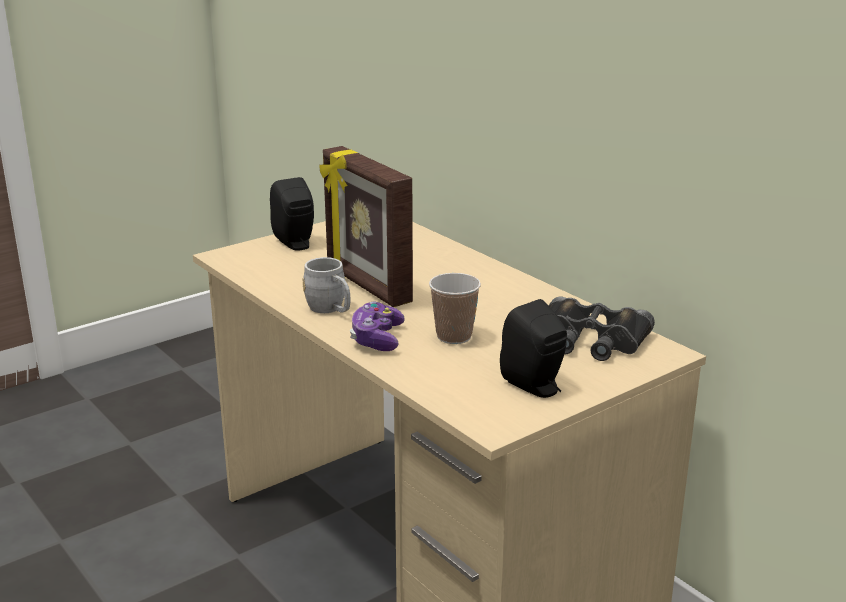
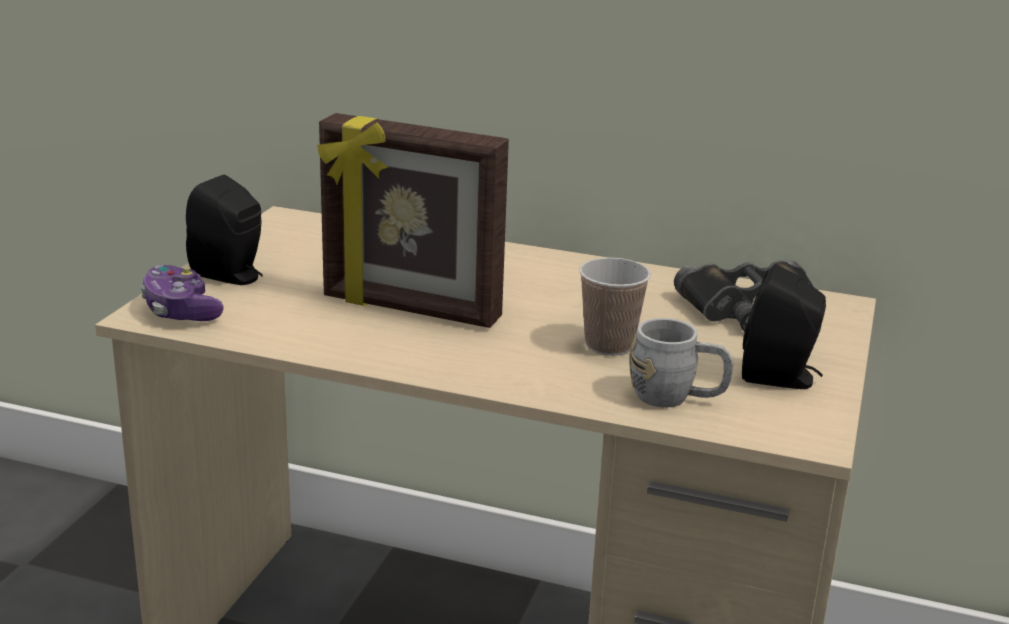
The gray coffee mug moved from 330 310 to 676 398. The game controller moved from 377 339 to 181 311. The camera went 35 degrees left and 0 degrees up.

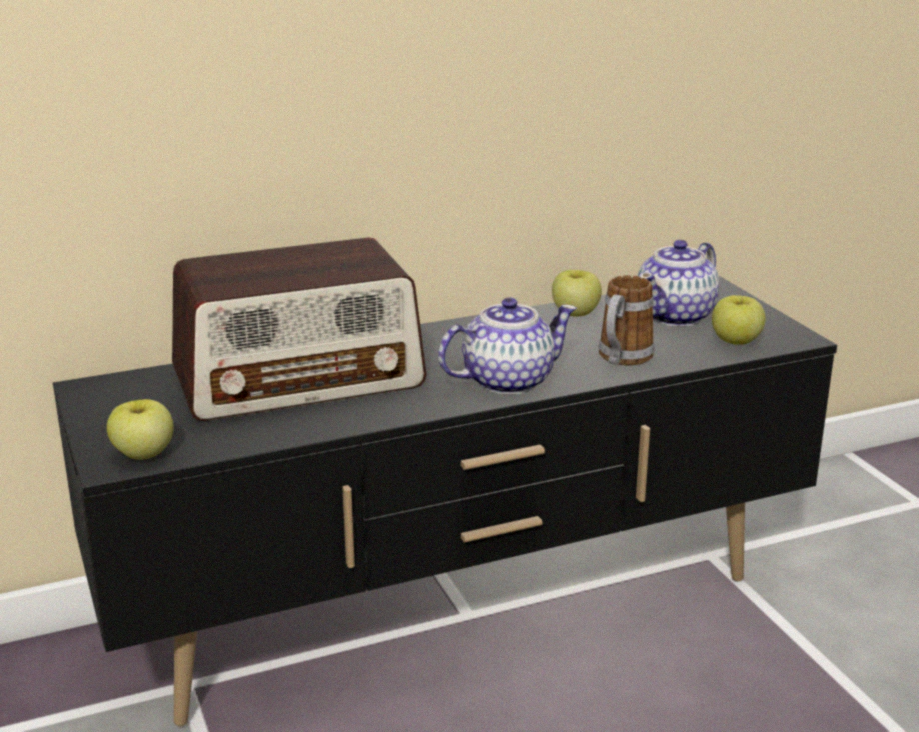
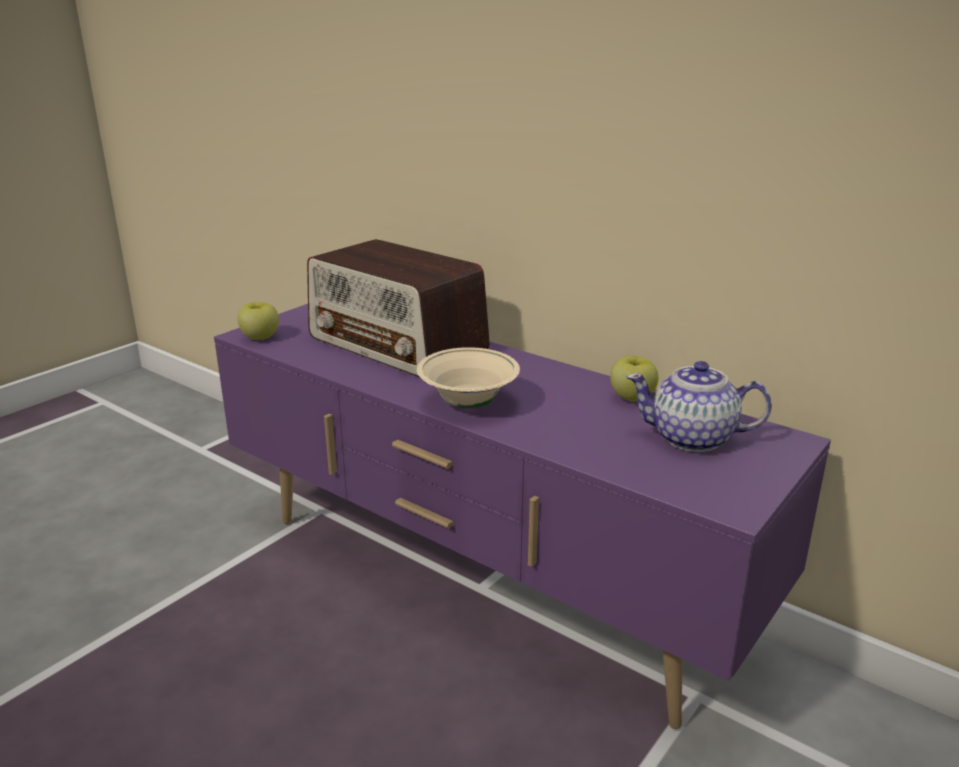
The blackish tv stand at 460 610 became the purplish tv stand at 482 583. The teapot at 506 381 was replaced by the sand-coloured deep dish at 468 403. The coffee mug at 621 359 disappeared. The apple at 736 341 disappeared. The camera went 60 degrees right and 0 degrees up.

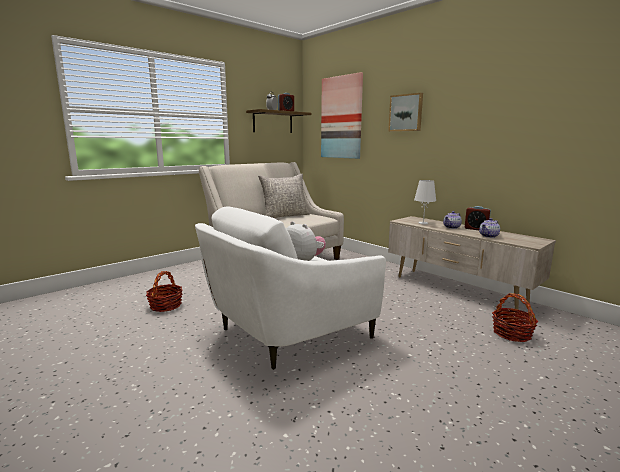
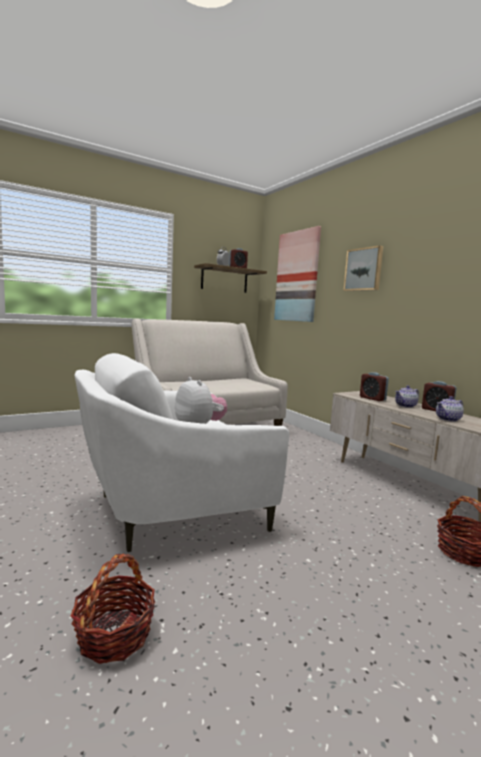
The basket moved from 165 305 to 114 634. The gray throw pillow at 285 216 disappeared. The whitish table lamp at 423 223 was replaced by the table clock at 372 398. The camera went 10 degrees right and 5 degrees down.

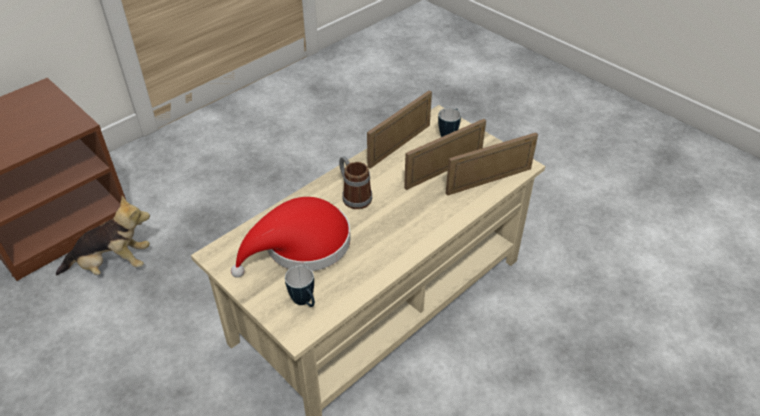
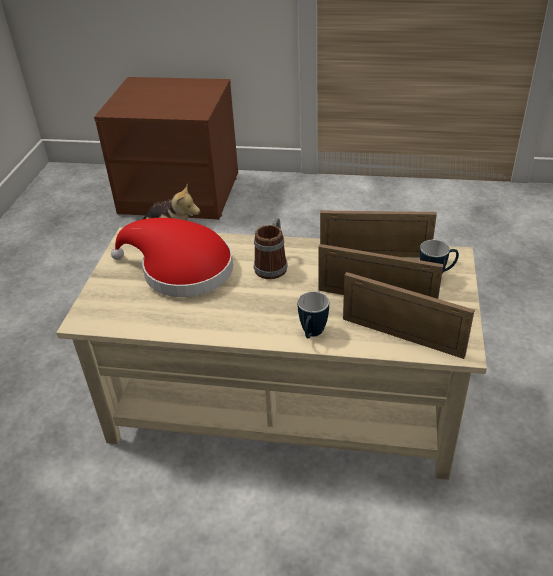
The coffee mug moved from 305 302 to 312 335. The camera went 55 degrees right and 5 degrees down.

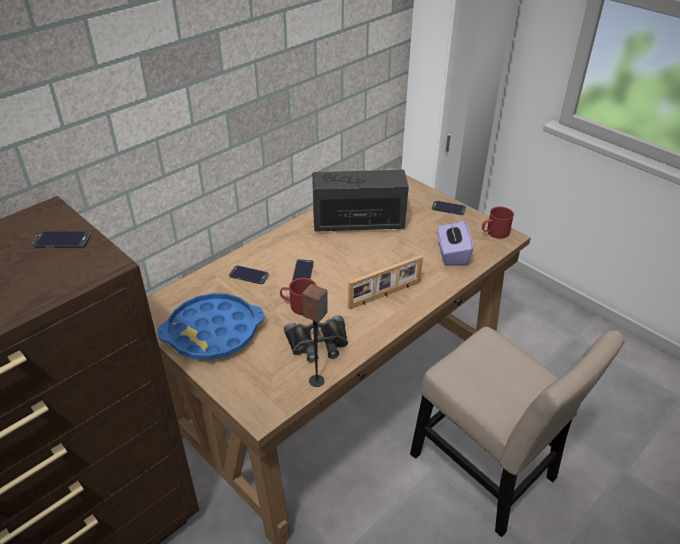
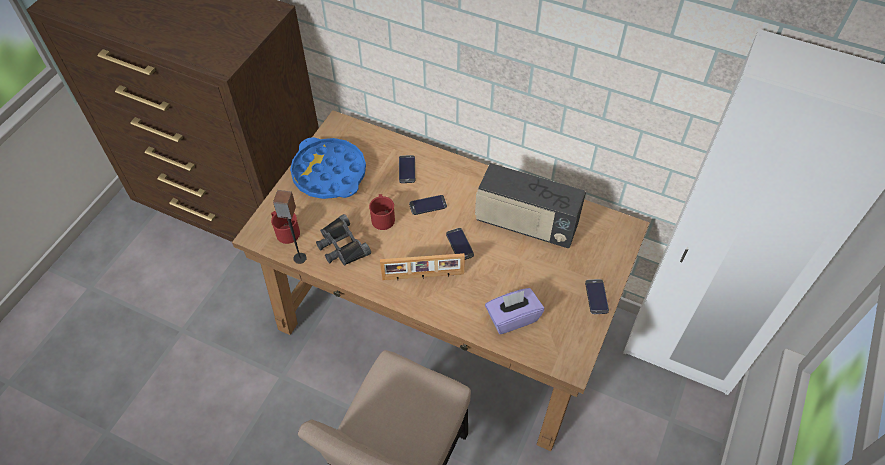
The handset moved from 62 240 to 459 244. The radio set at 359 222 turned 135 degrees clockwise. The picture frame at 385 295 turned 45 degrees counterclockwise. The red coffee mug moved from 494 233 to 285 231. The camera went 70 degrees right and 15 degrees up.

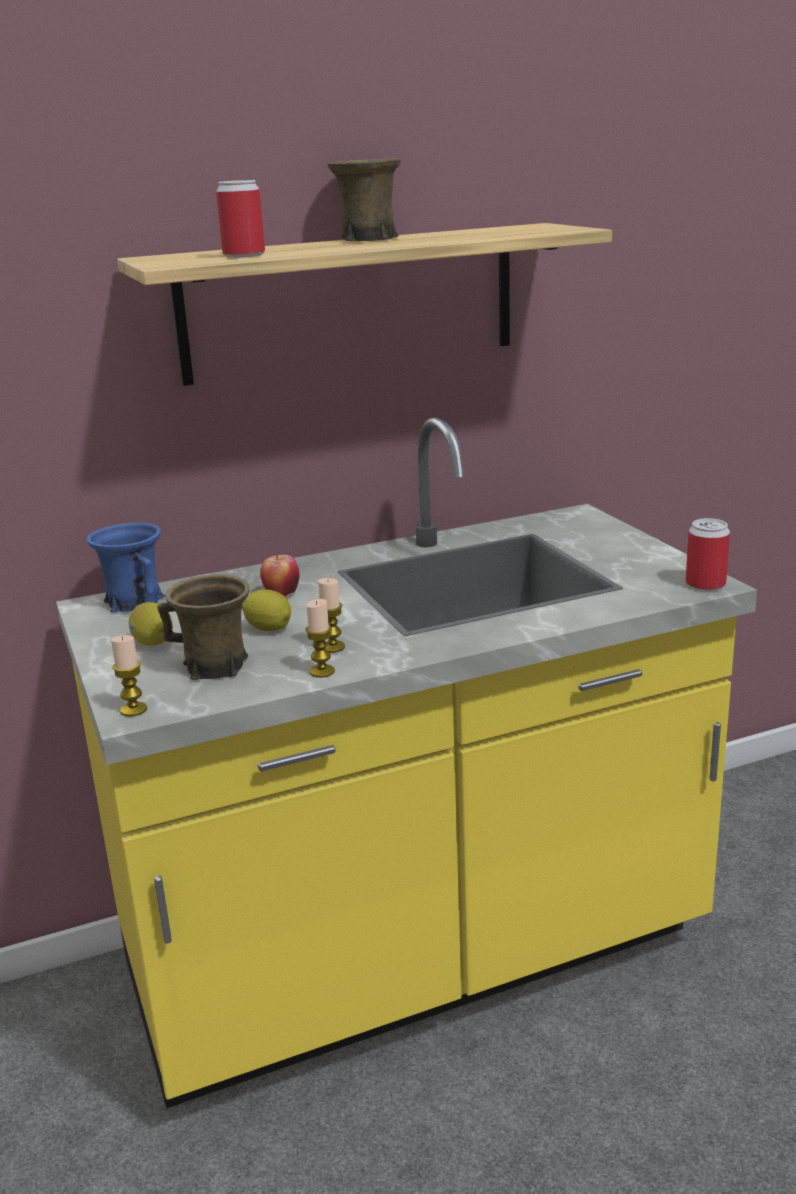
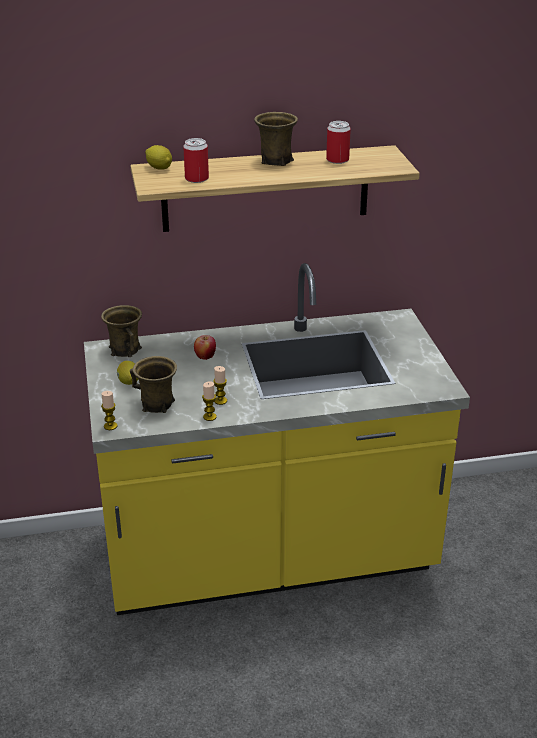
The blue-coloured coffee mug at 135 602 became the brown coffee mug at 125 349. The whole lemon moved from 268 629 to 159 168. The can moved from 705 584 to 337 160. The camera went 10 degrees right and 10 degrees up.

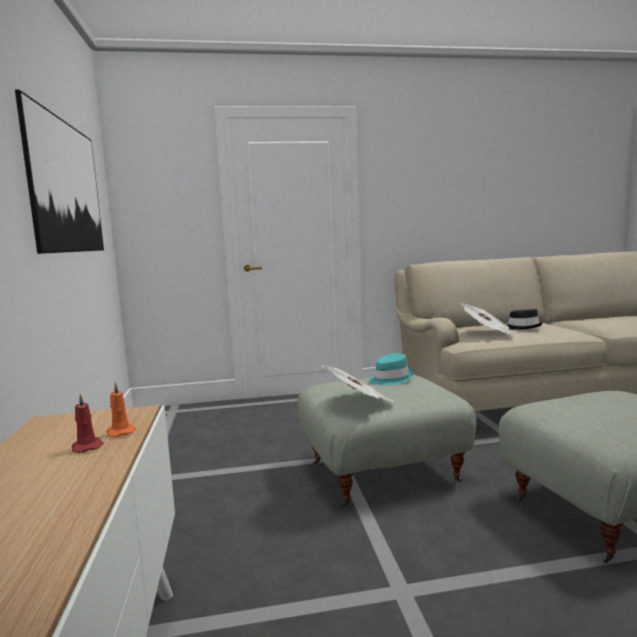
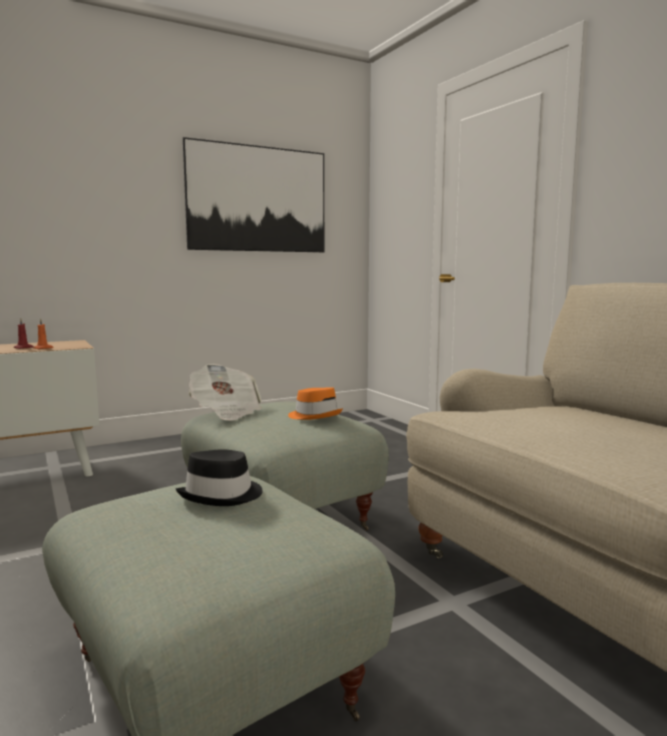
The blue-green clothing hat at 390 379 became the orange clothing hat at 315 416. The daily paper at 487 333 disappeared. The blackish clothing hat moved from 522 327 to 222 495. The camera went 70 degrees right and 0 degrees up.

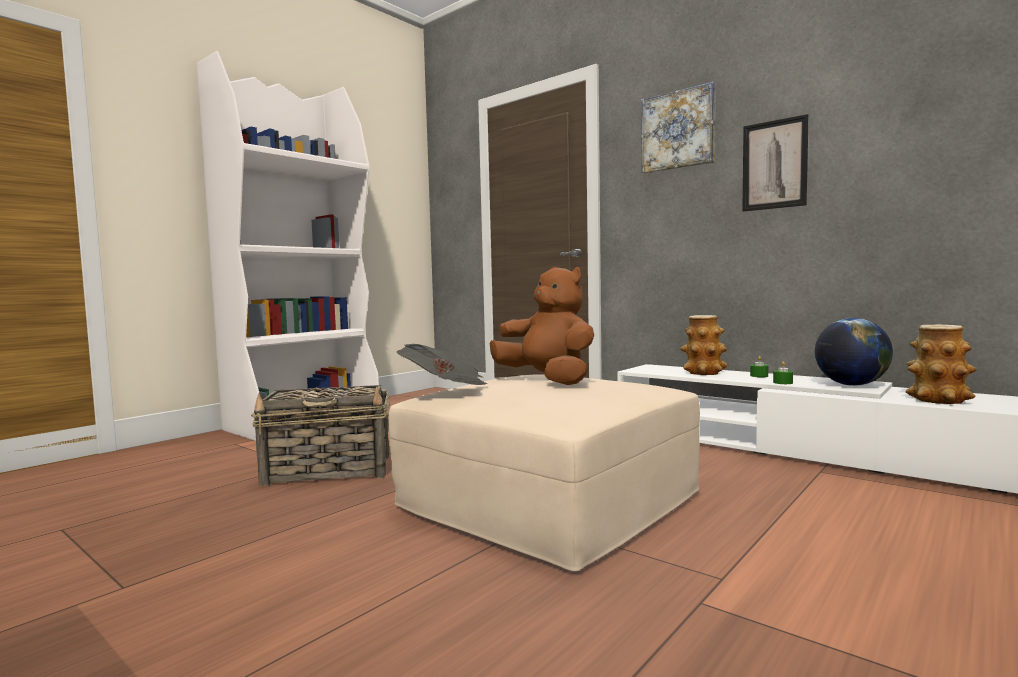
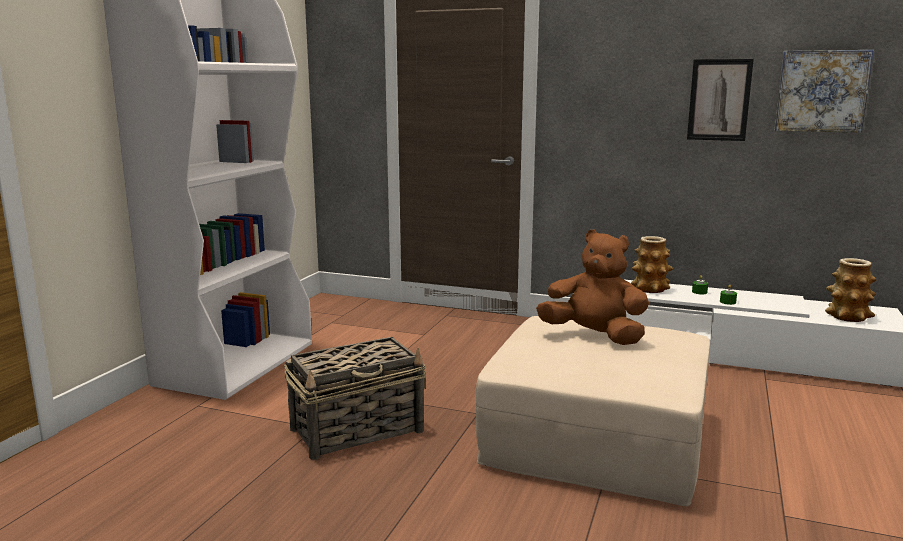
The daily paper at 446 390 disappeared. The picture moved from 678 130 to 822 91. The world globe at 851 385 disappeared. The camera went 20 degrees left and 10 degrees up.

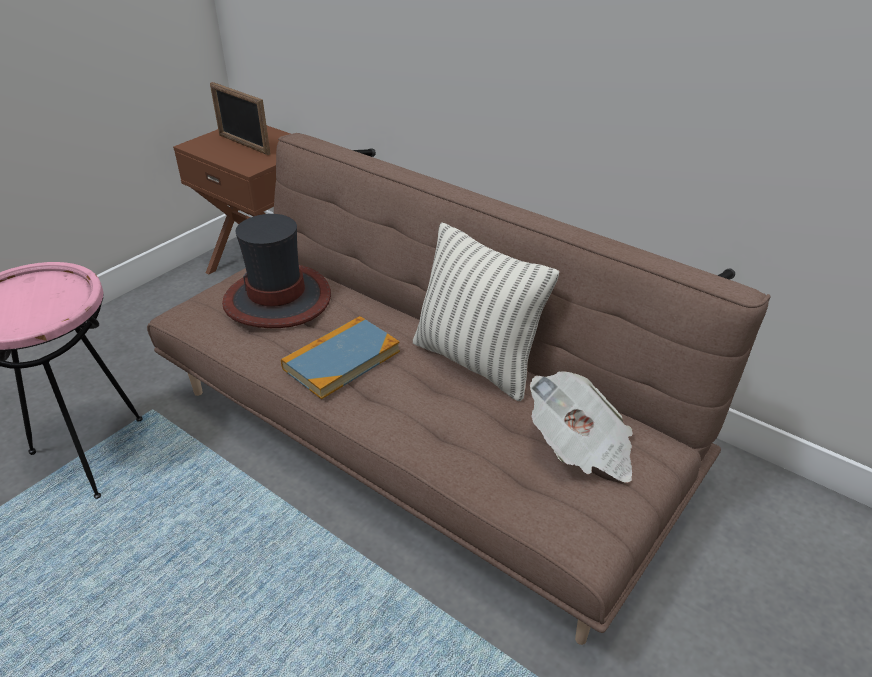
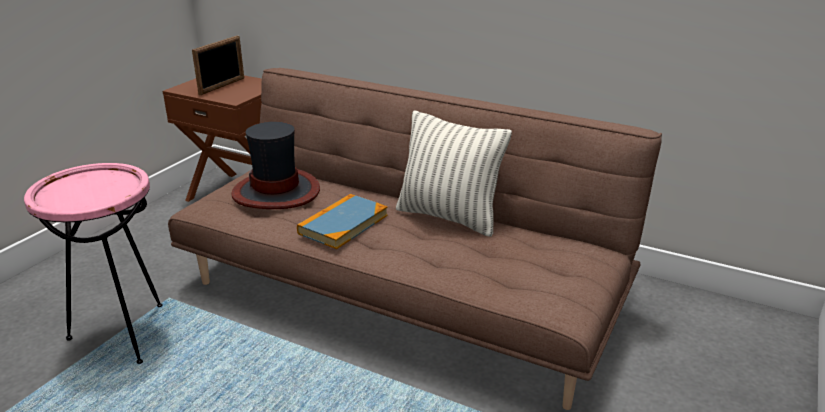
The picture frame at 244 144 turned 90 degrees counterclockwise. The daily paper at 581 448 disappeared. The camera went 10 degrees left and 10 degrees down.

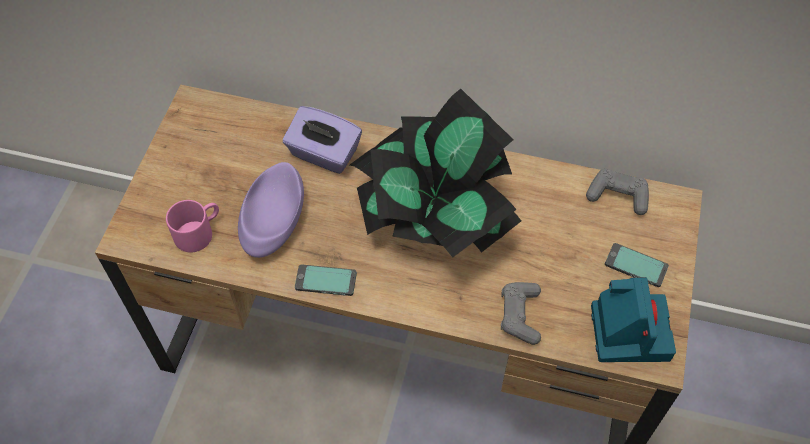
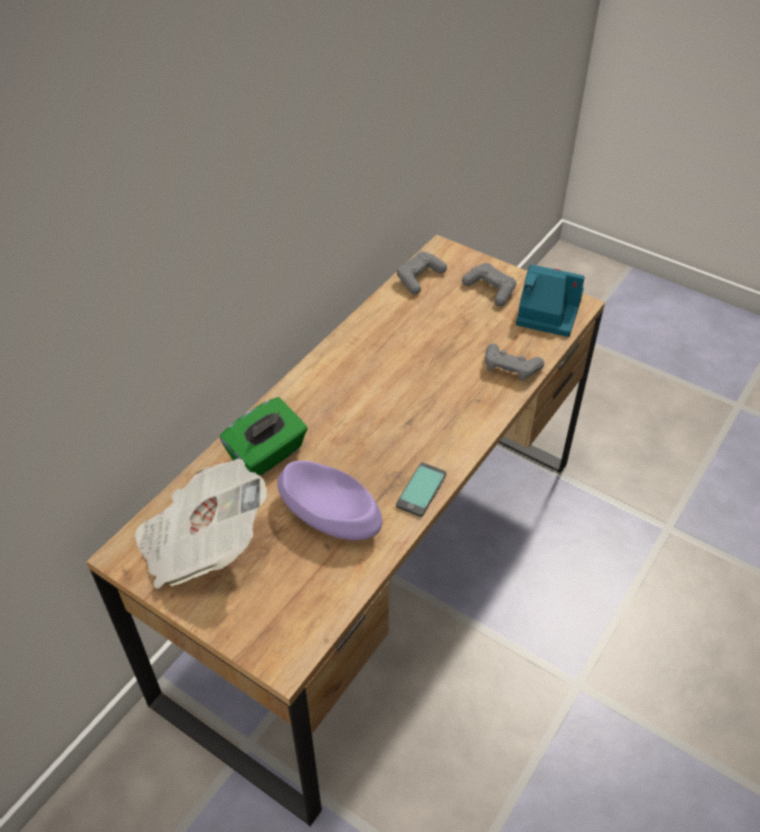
The pinkish coffee mug at 198 231 disappeared. The purplish tissue holder at 323 154 became the greenish tissue holder at 267 454. The houseplant at 433 218 disappeared. The handset at 636 266 was replaced by the gray game controller at 490 290. The daily paper at 202 543 appeared. The camera went 70 degrees left and 10 degrees down.

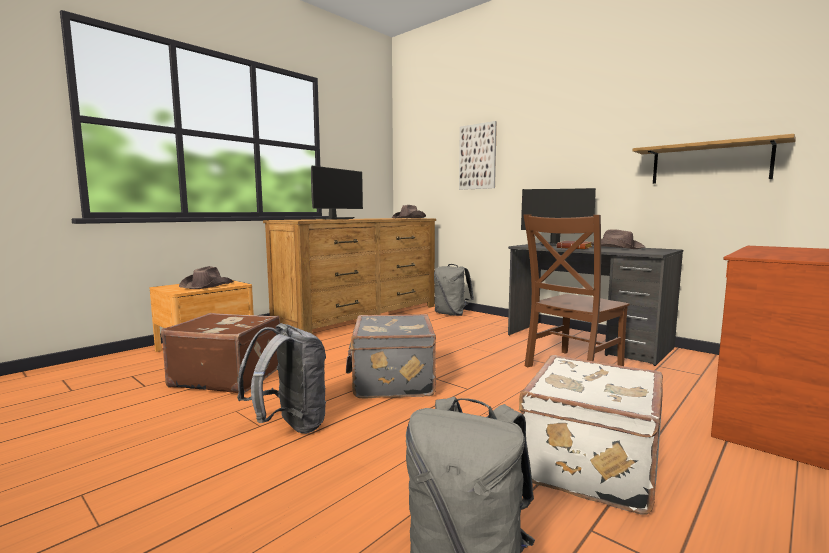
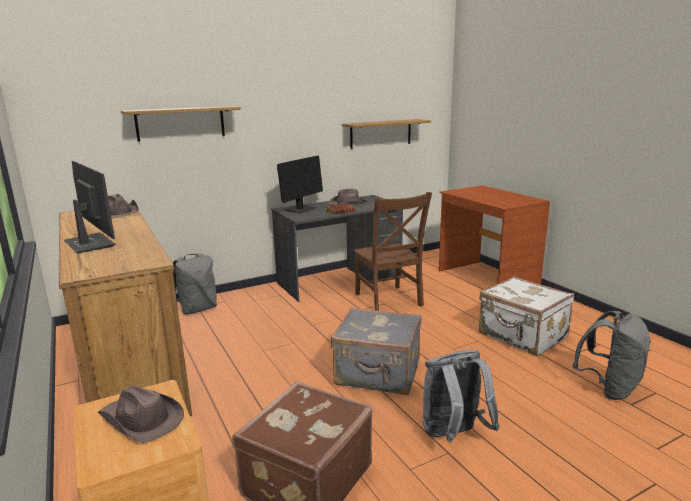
The picture at 477 156 was replaced by the shelf at 180 123. The camera went 70 degrees left and 10 degrees up.

